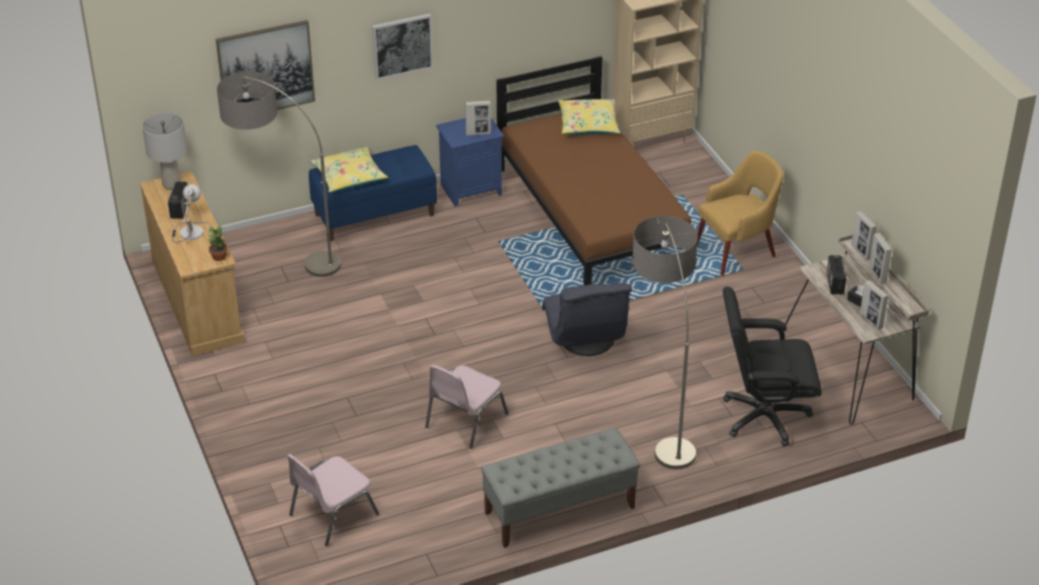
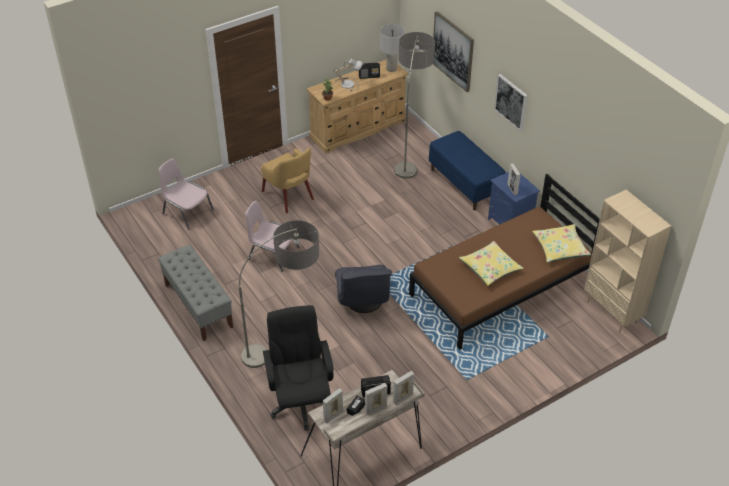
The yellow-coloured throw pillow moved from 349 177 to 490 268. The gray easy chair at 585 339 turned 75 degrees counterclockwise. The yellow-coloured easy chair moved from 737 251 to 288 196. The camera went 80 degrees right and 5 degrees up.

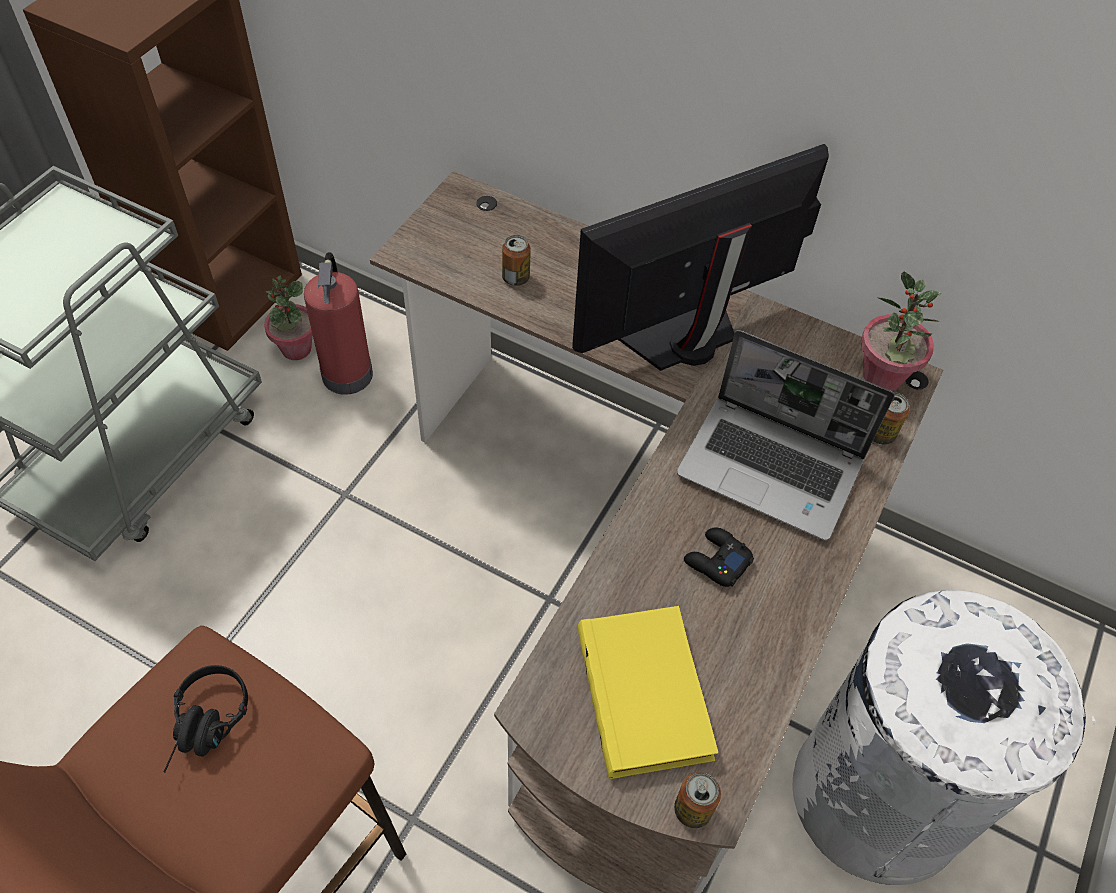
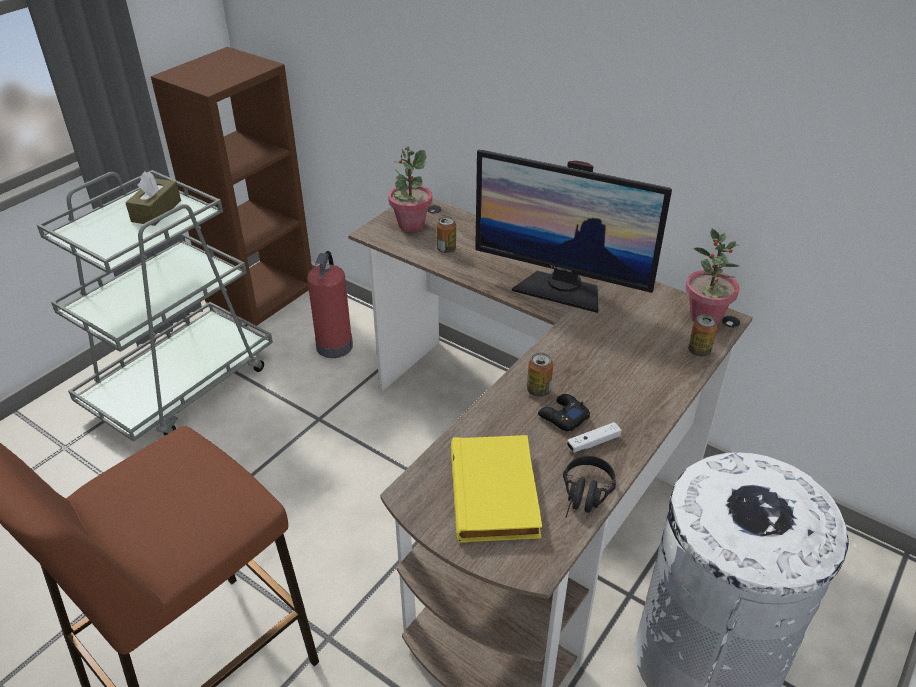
The blackish headset moved from 207 727 to 585 498. The houseplant moved from 296 349 to 411 225. The computer display at 686 339 turned 135 degrees counterclockwise. The can moved from 692 809 to 538 390. The notebook computer at 773 468 disappeared. The brown tissue holder at 156 211 appeared. The whitish game controller at 593 443 appeared. The camera went 10 degrees right and 15 degrees down.

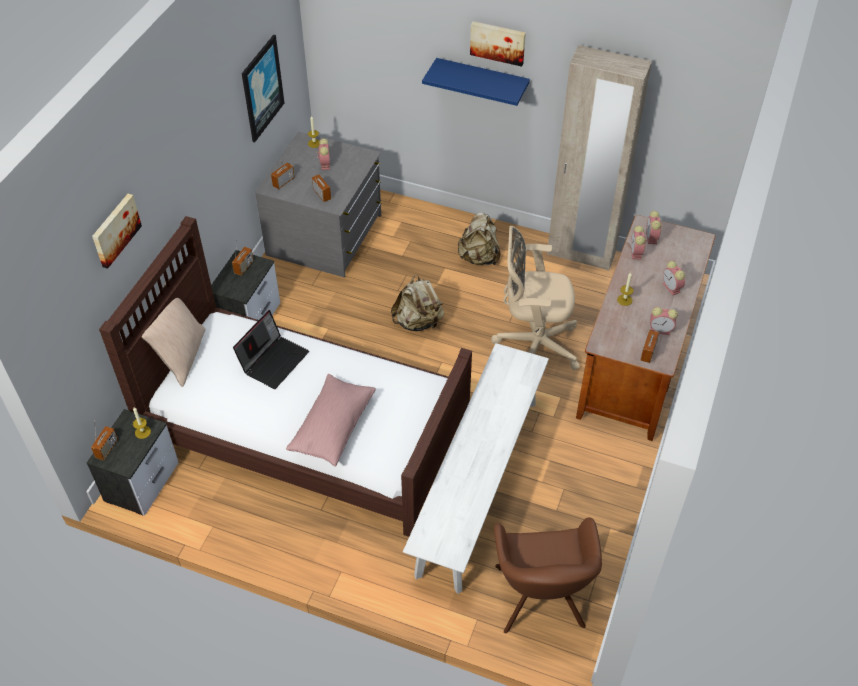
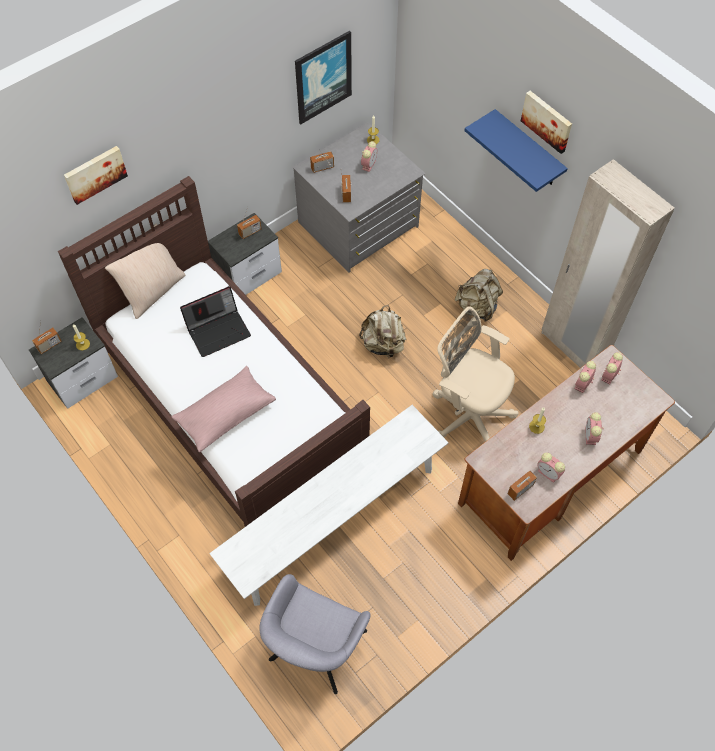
The brown easy chair at 540 601 became the gray easy chair at 315 650. The camera went 30 degrees right and 10 degrees up.

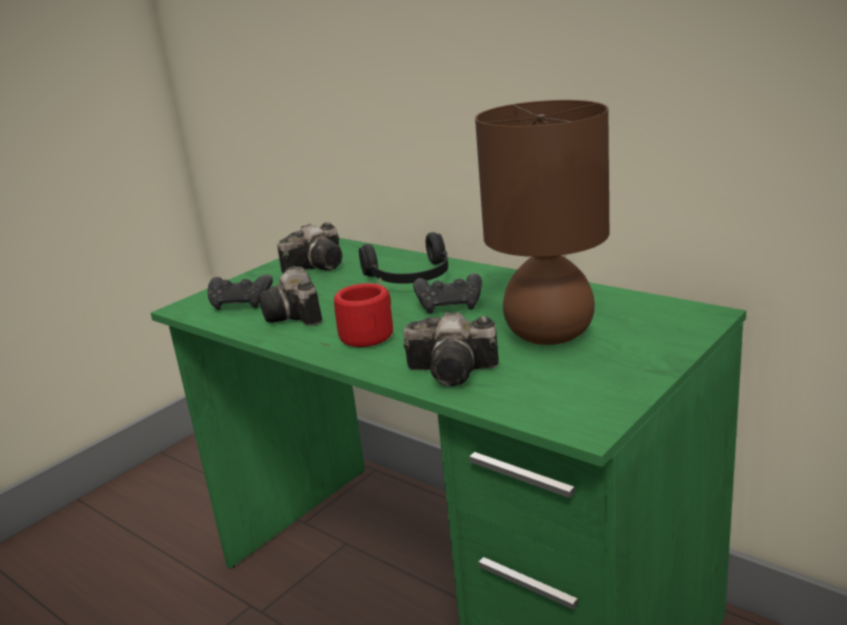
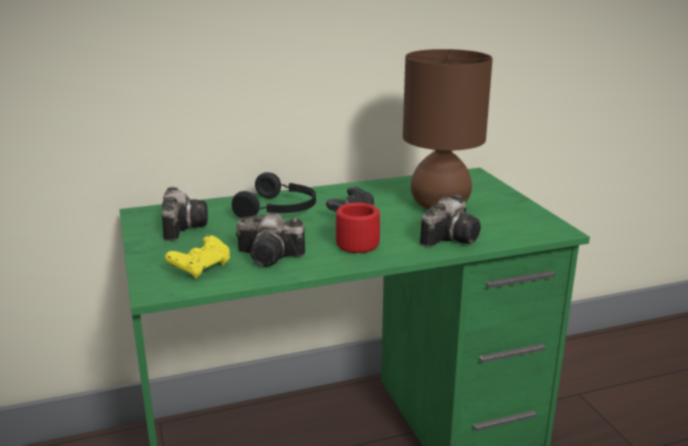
The blackish game controller at 241 304 became the yellow-coloured game controller at 201 268. The camera went 60 degrees left and 0 degrees up.

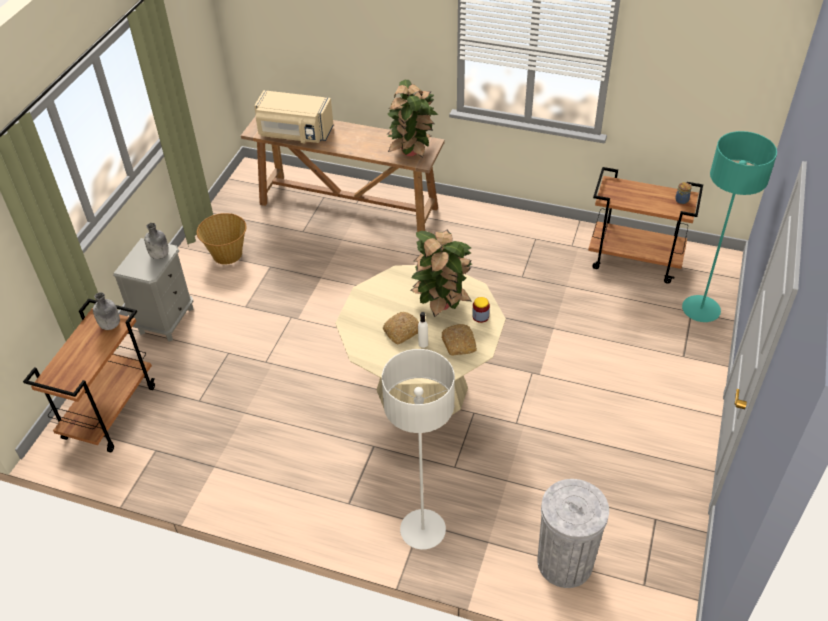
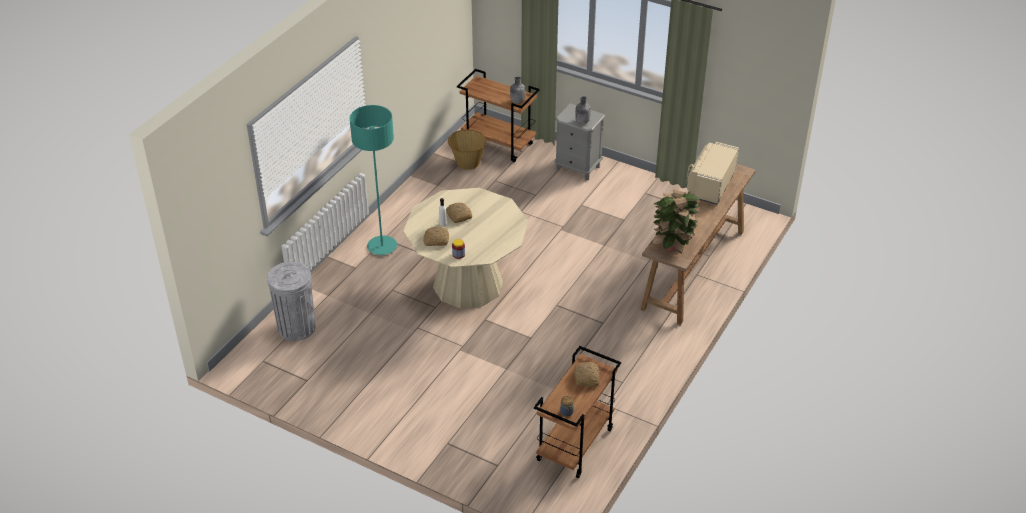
The basket moved from 227 255 to 467 162. The gray floor lamp at 423 530 disappeared. The houseplant at 441 301 disappeared. The blue-green floor lamp moved from 700 310 to 382 246. The bread at 587 377 appeared. The camera went 100 degrees right and 5 degrees down.

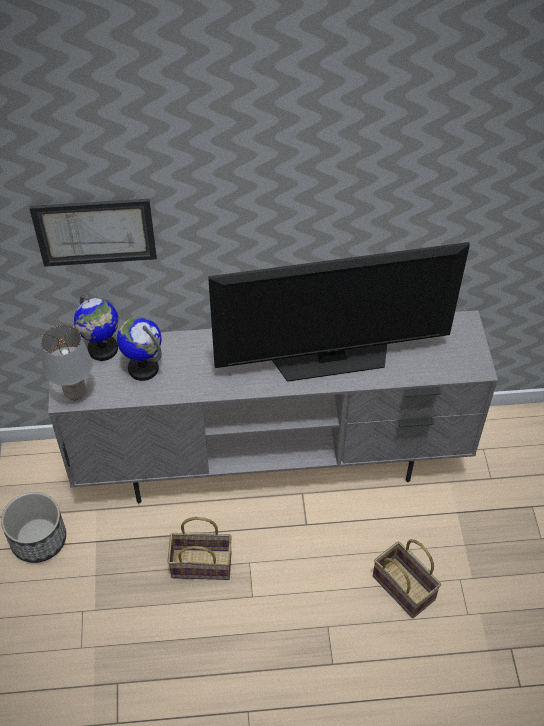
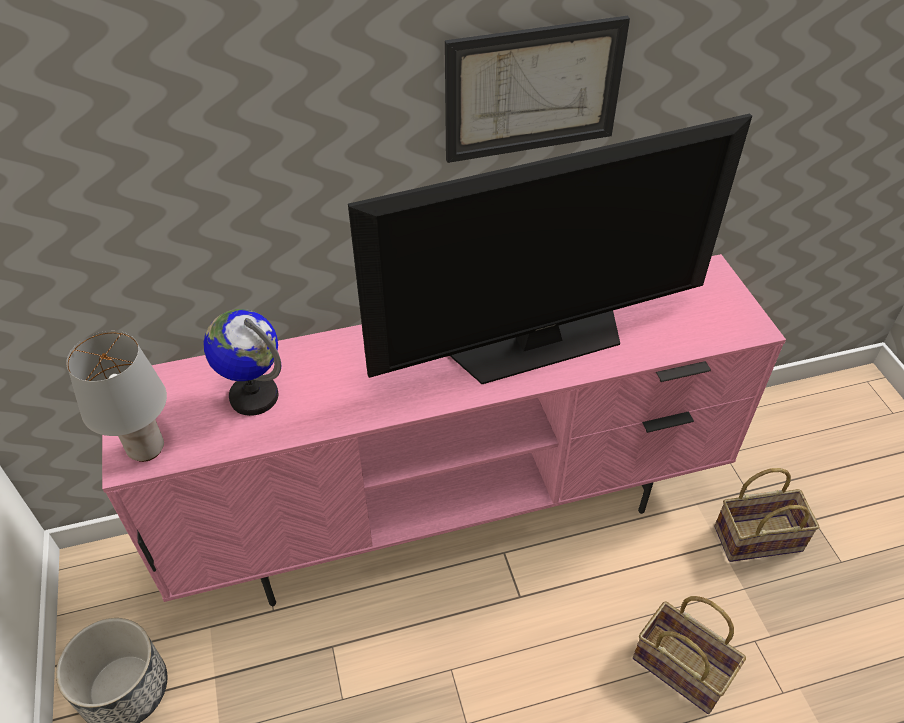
The picture moved from 95 231 to 533 90. The gray tv stand at 273 461 became the pinkish tv stand at 454 514. The world globe at 102 349 disappeared. The basket moved from 203 563 to 759 537. The camera went 10 degrees left and 5 degrees down.

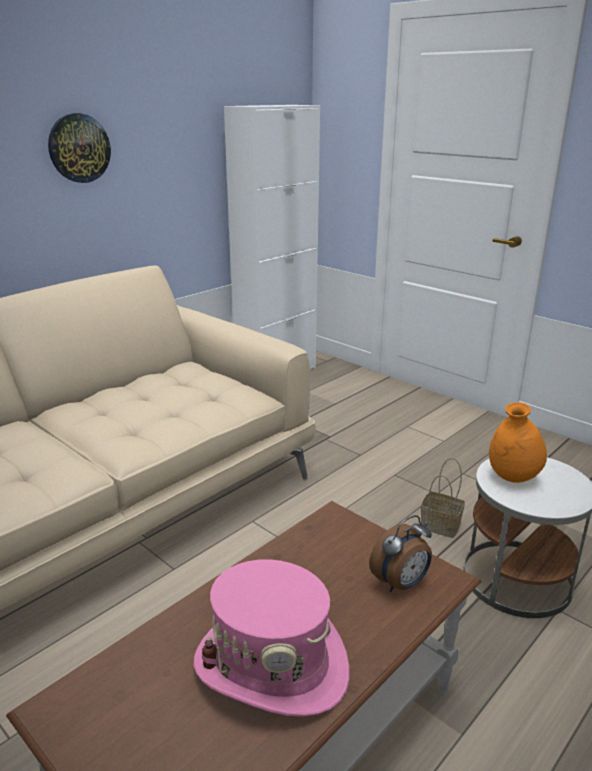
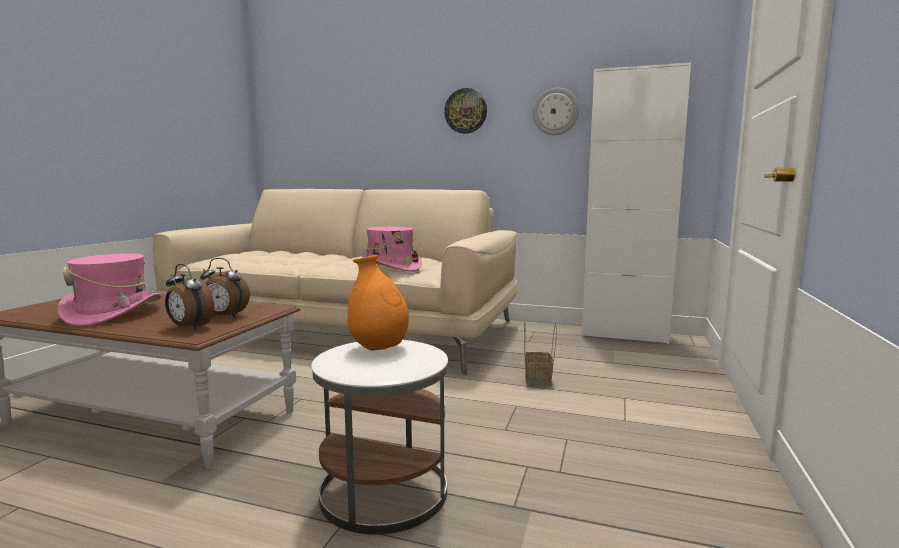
The basket moved from 442 525 to 538 380. The table clock at 224 316 appeared. The pinkish clothing hat at 390 267 appeared. The hanging clock at 555 111 appeared. The camera went 65 degrees right and 15 degrees down.

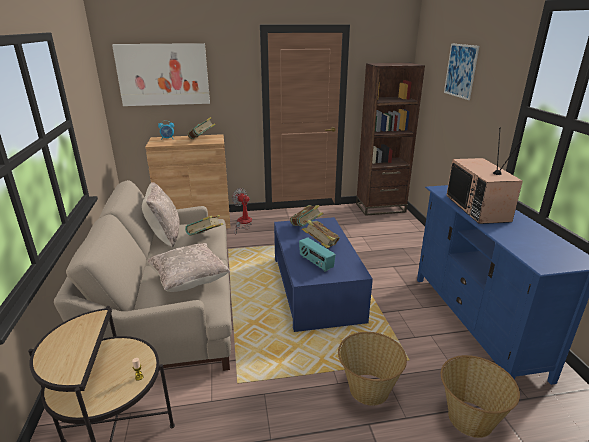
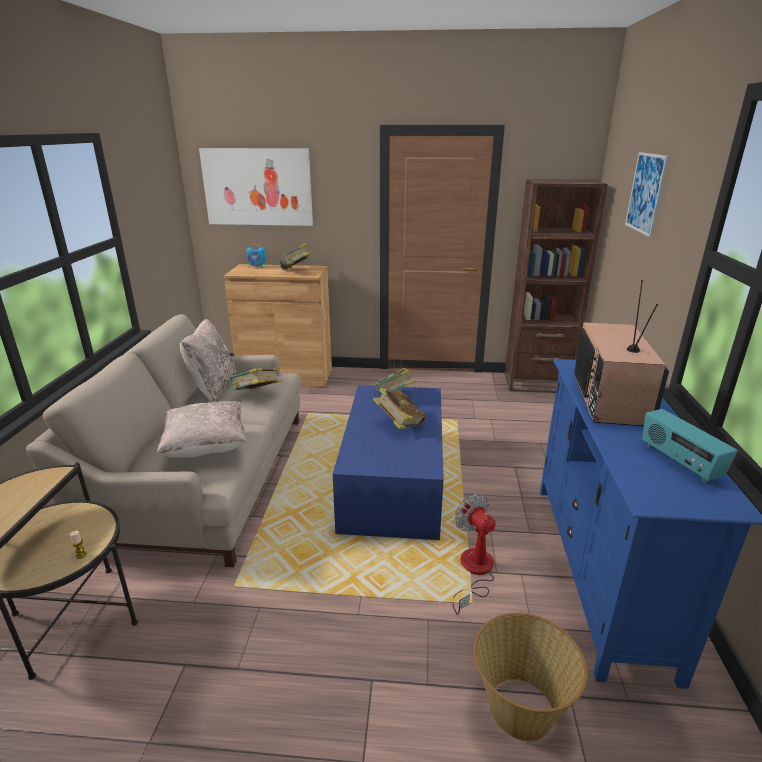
The cooling fan moved from 243 223 to 474 571. The radio set moved from 316 263 to 679 462. The basket at 368 389 disappeared. The camera went 15 degrees right and 0 degrees up.

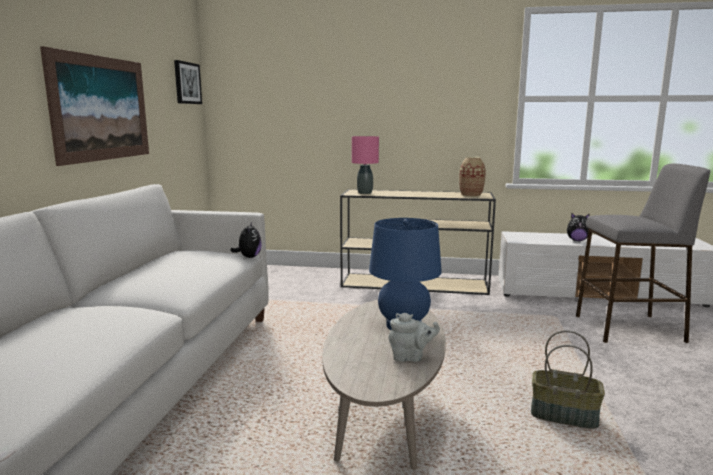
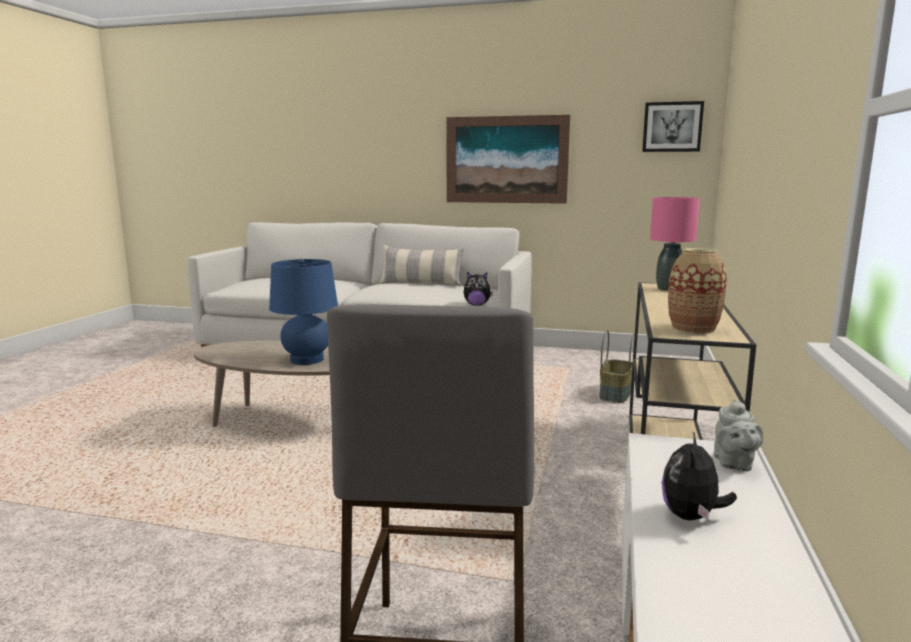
The gray teapot moved from 410 357 to 733 464. The basket moved from 564 415 to 616 394. The throw pillow at 421 284 appeared. The camera went 95 degrees right and 0 degrees up.

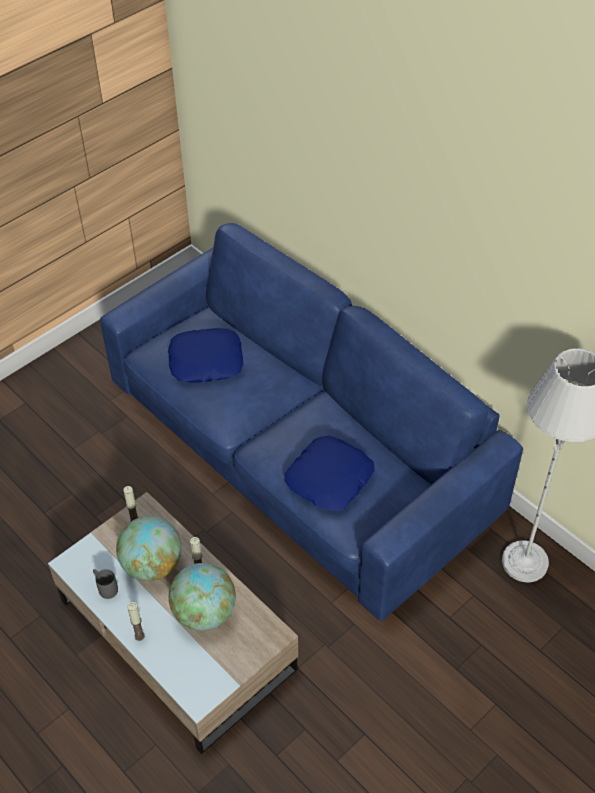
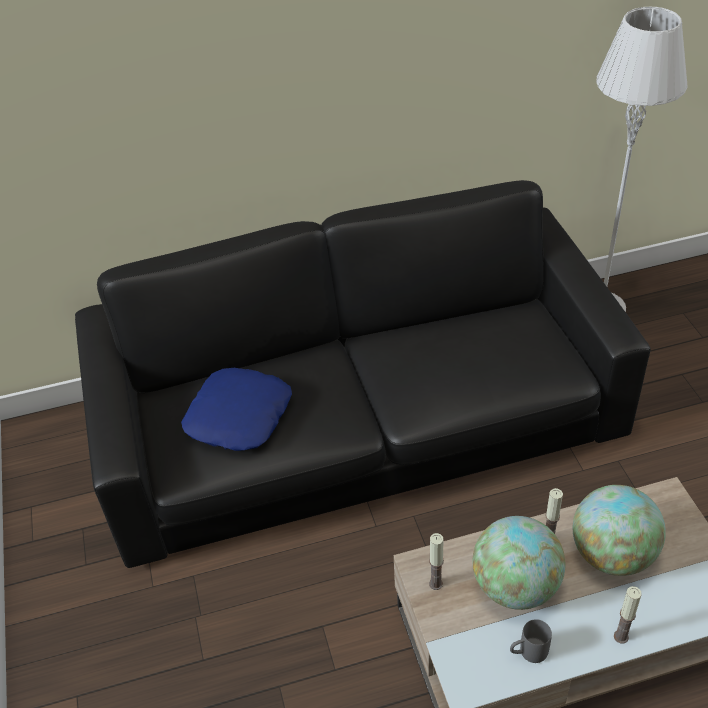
The blue-coloured settee at 298 447 became the blackish settee at 358 422. The blue-coloured throw pillow at 330 479 disappeared. The camera went 60 degrees left and 5 degrees down.

